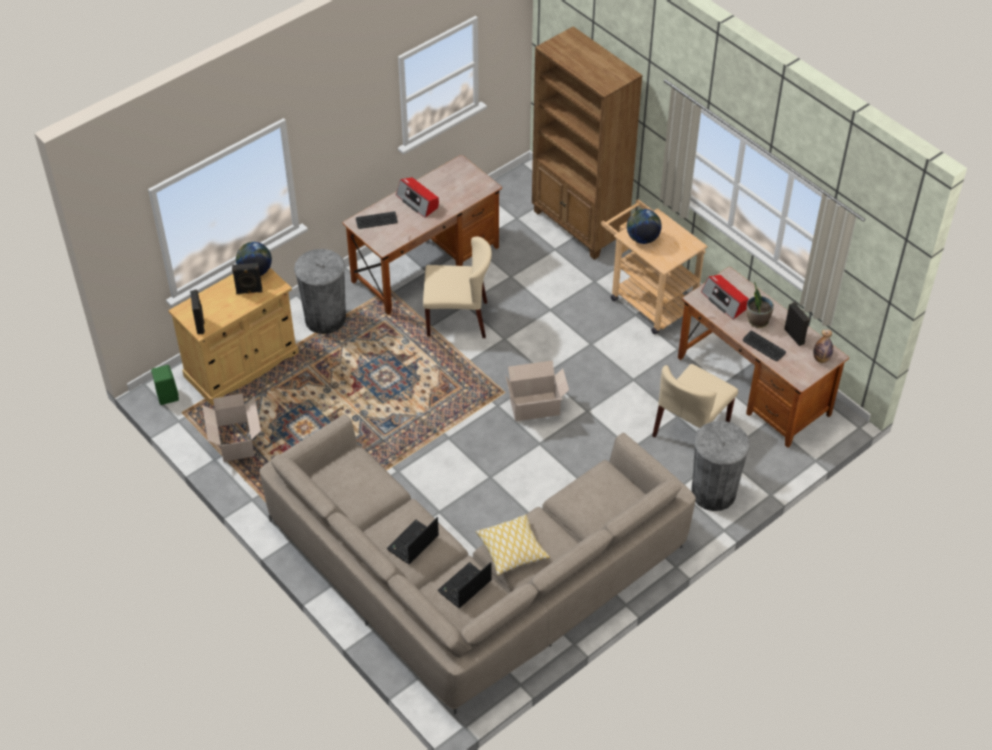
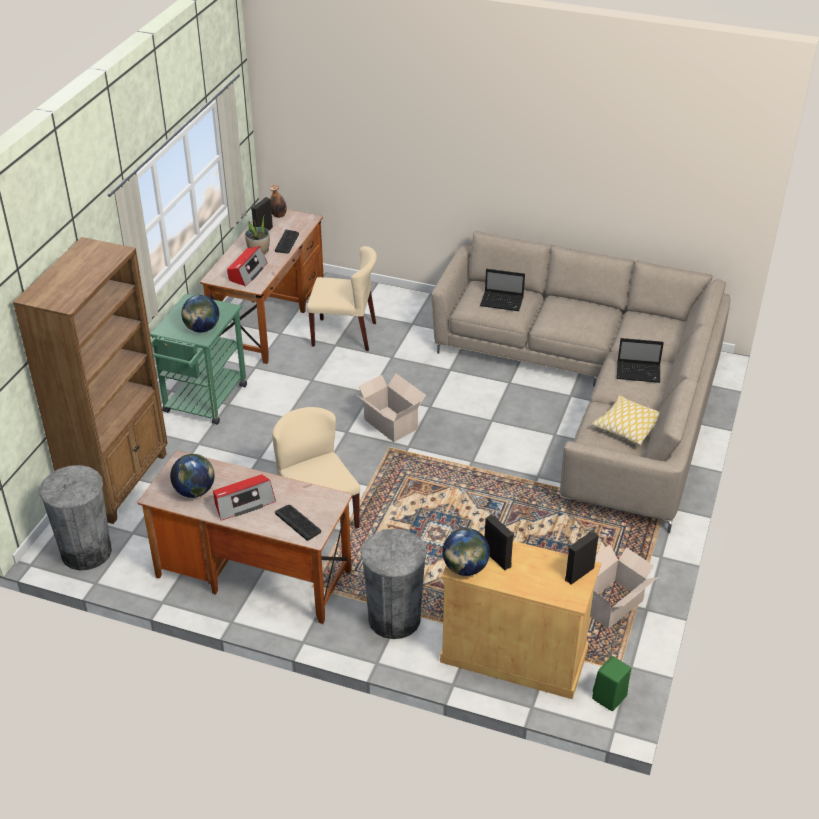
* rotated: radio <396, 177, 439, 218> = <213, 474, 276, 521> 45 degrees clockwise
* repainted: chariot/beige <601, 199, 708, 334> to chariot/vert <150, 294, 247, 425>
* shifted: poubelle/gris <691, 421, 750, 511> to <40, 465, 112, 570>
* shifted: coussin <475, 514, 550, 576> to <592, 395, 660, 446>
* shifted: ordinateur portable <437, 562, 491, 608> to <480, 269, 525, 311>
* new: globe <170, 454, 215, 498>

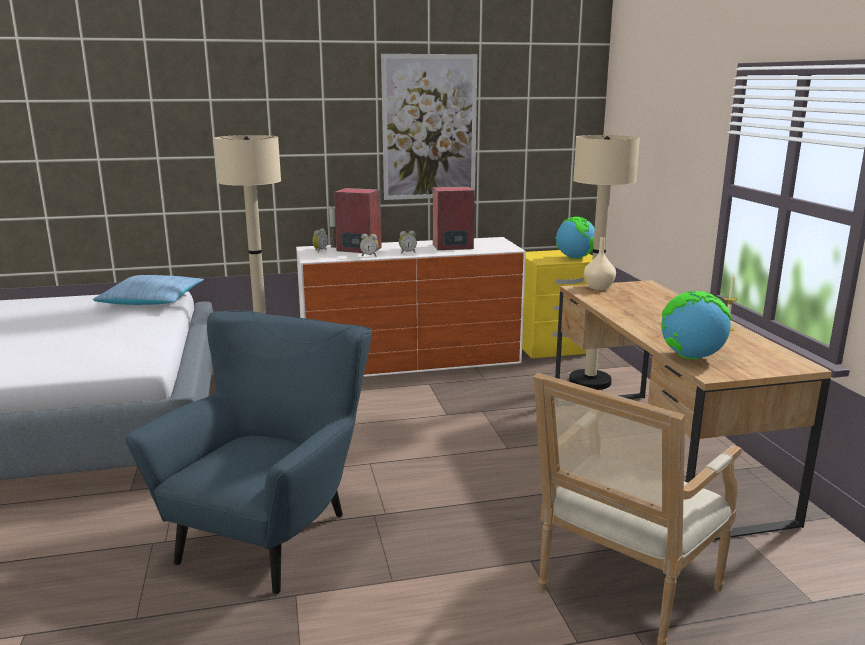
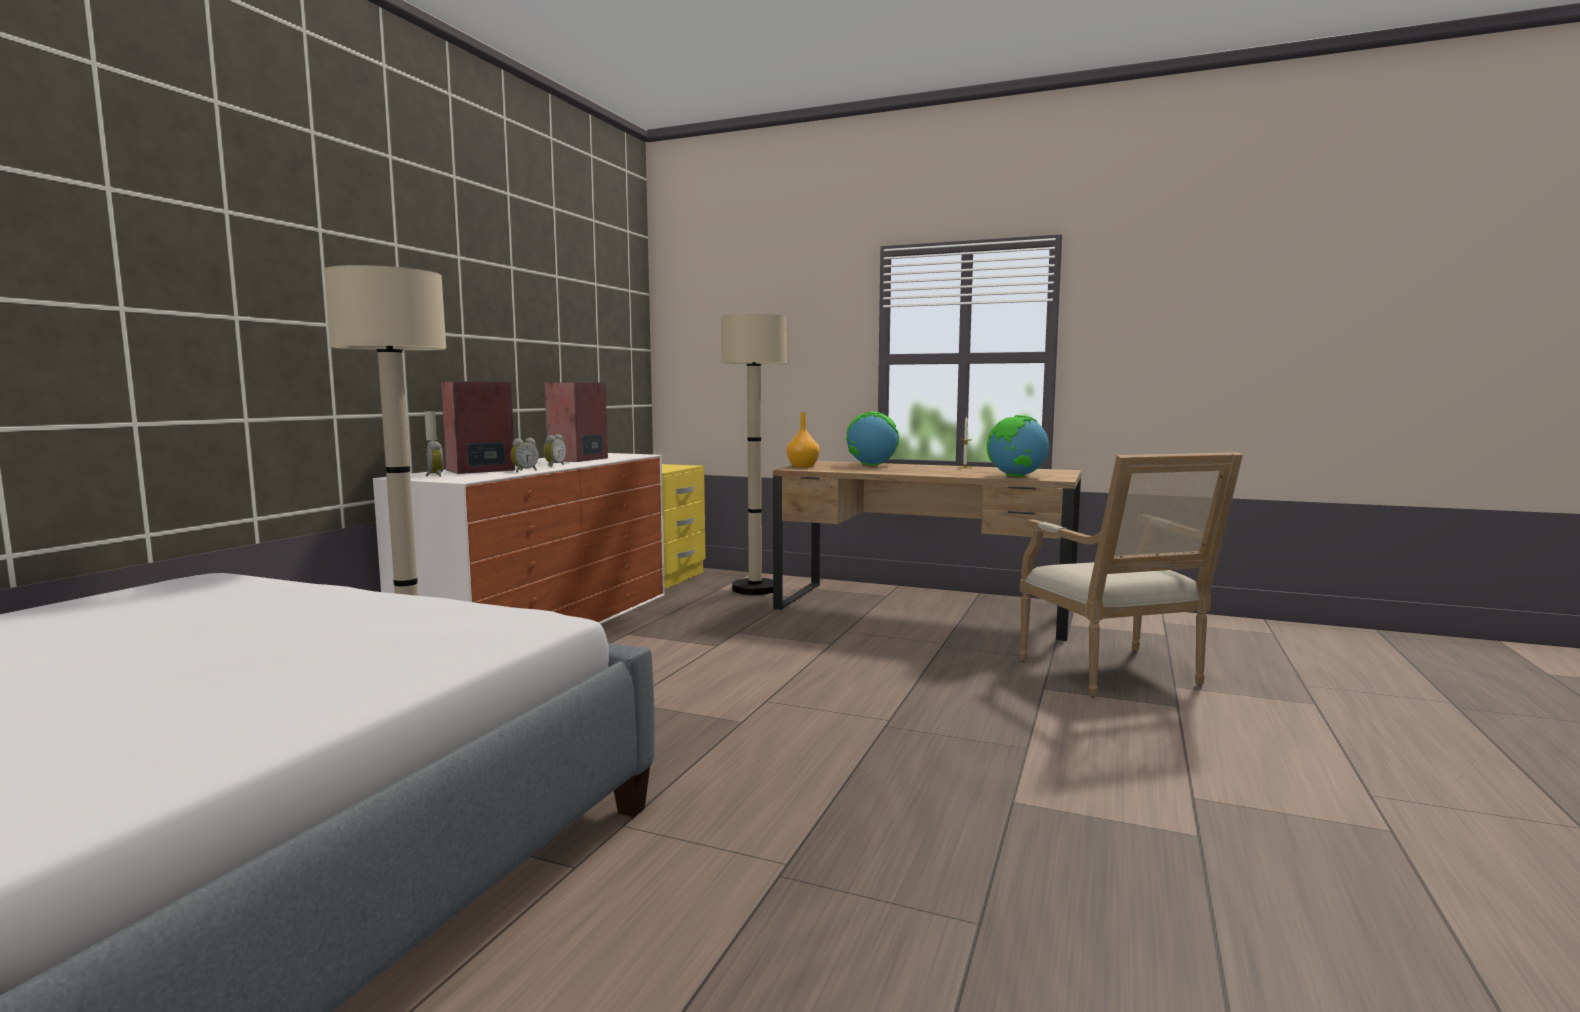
* gone: tableau <381, 54, 477, 200>
* shifted: globe <556, 217, 595, 259> to <846, 411, 899, 466>
* repainted: vase/beige <584, 237, 616, 290> to vase/orange <786, 412, 820, 468>
* gone: coussin <93, 275, 204, 305>
* gone: fauteuil/bleu <125, 310, 372, 595>

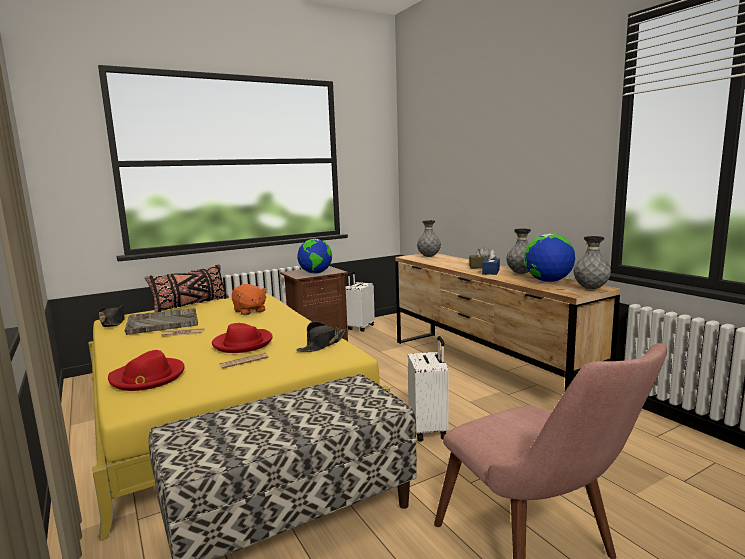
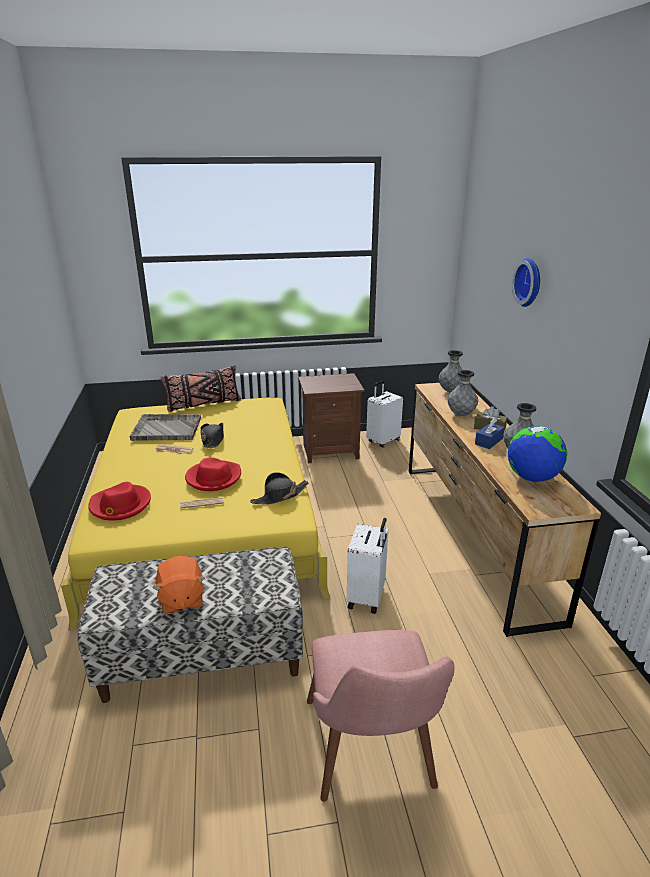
* shifted: vase/gris <573, 236, 611, 289> to <448, 370, 478, 416>
* gone: globe <297, 239, 332, 274>
* shifted: peluche/orange <232, 284, 267, 315> to <153, 556, 205, 614>
* shifted: chapeau/noir <99, 304, 125, 327> to <201, 423, 224, 448>
* new: horloge murale <512, 258, 540, 307>

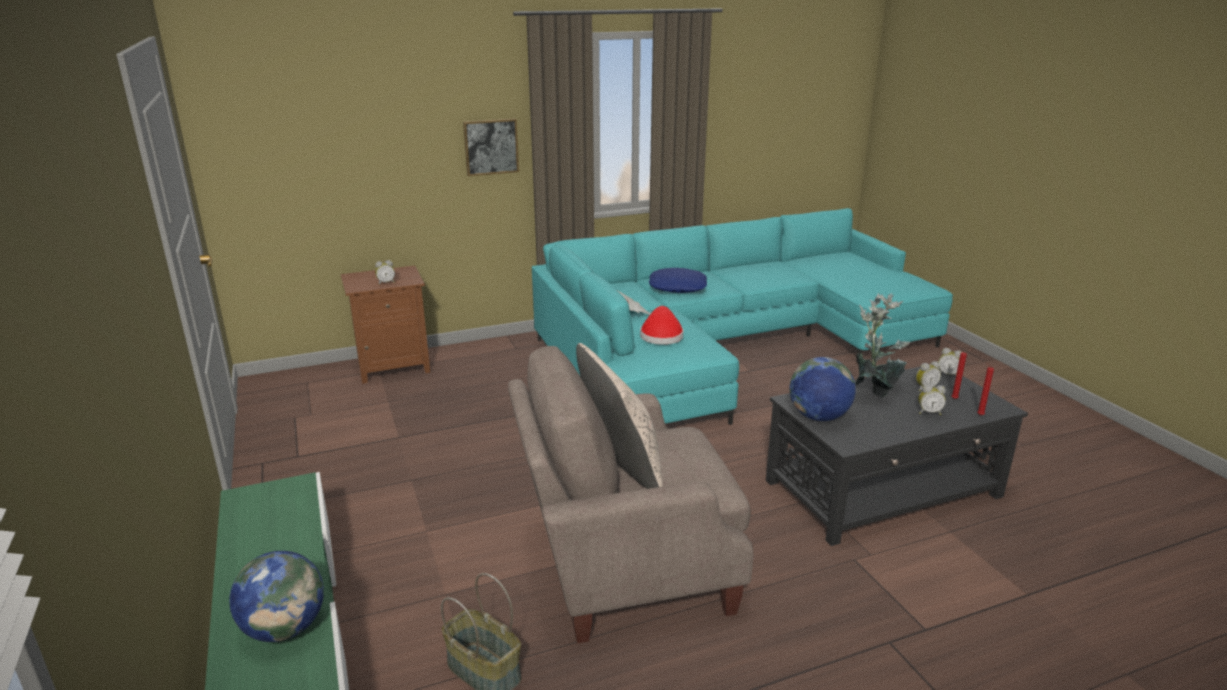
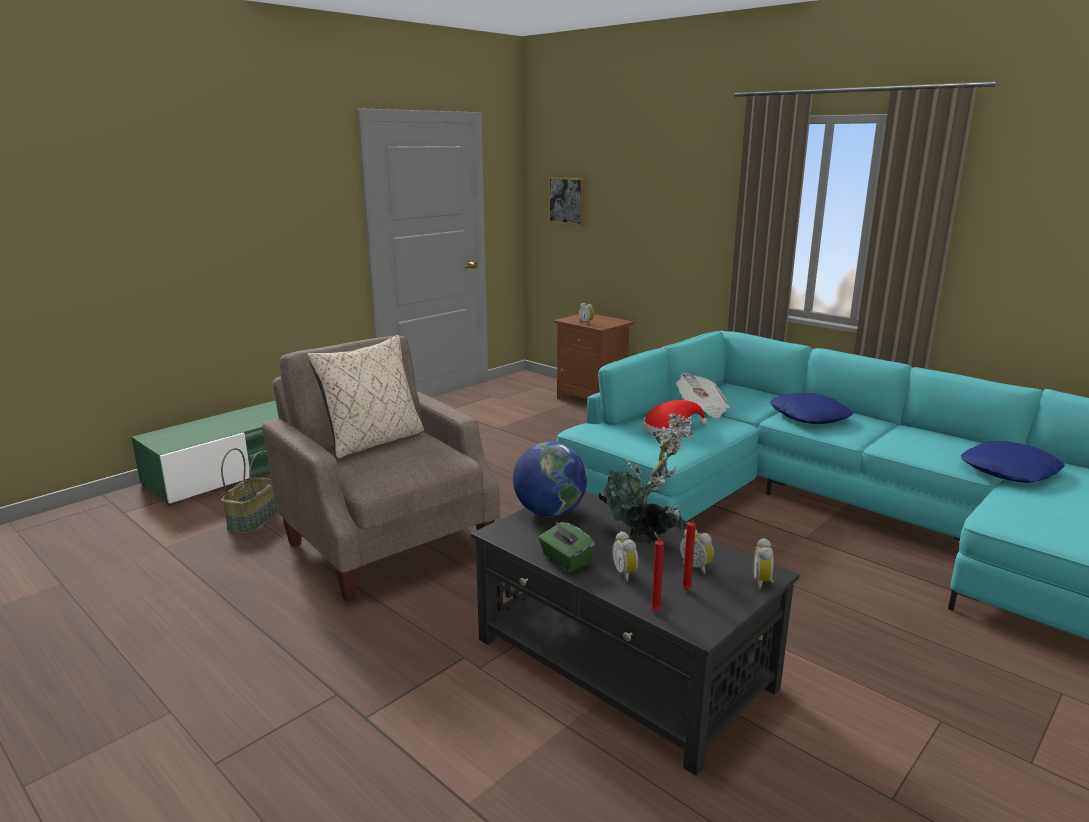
* shifted: tableau <463, 118, 519, 176> to <549, 177, 584, 226>
* gone: globe <229, 551, 324, 642>
* new: coussin/bleu <961, 441, 1065, 483>
* new: boîte à mouchoirs/vert <538, 521, 595, 572>

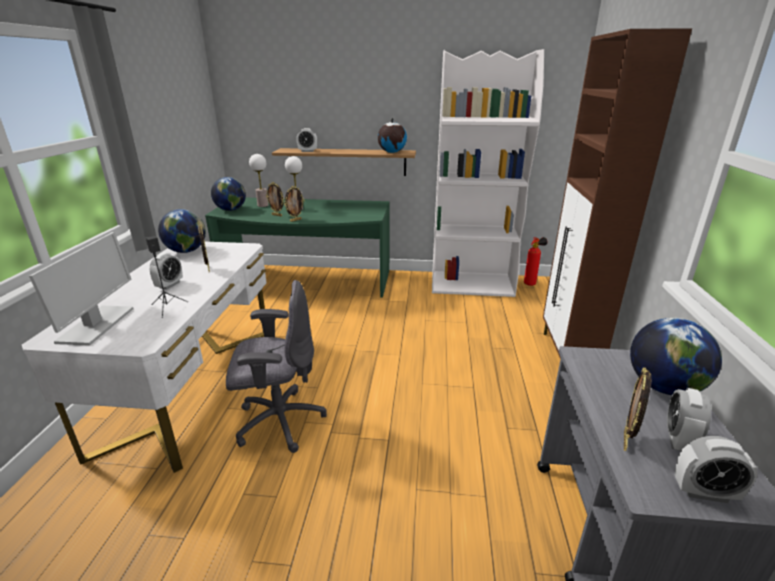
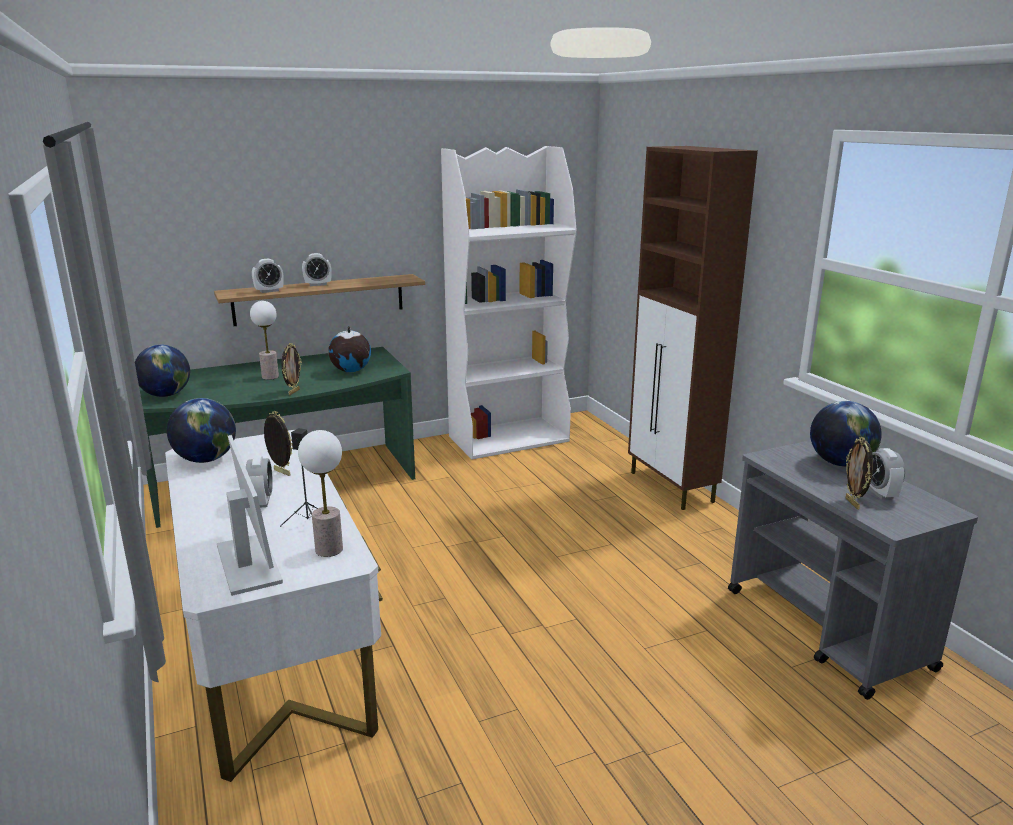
* shifted: globe <378, 118, 407, 153> to <328, 326, 371, 372>
* shifted: lampe de table <249, 154, 268, 207> to <298, 430, 343, 557>
* gone: cadre photo <266, 182, 284, 216>
* gone: extincteur <524, 237, 548, 286>
* gone: chaise de bureau/gris <226, 280, 327, 453>
* shifted: réveil <675, 436, 758, 503> to <302, 253, 332, 286>

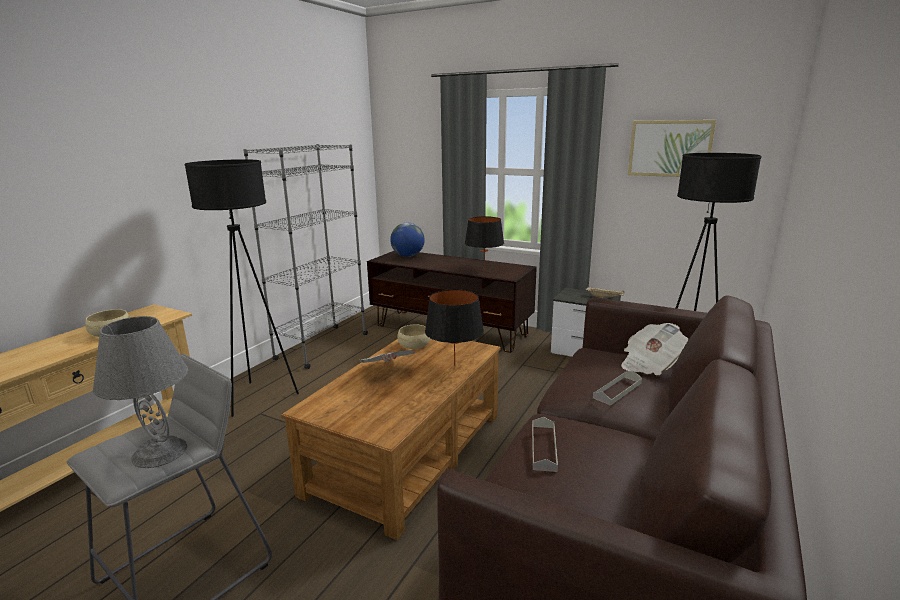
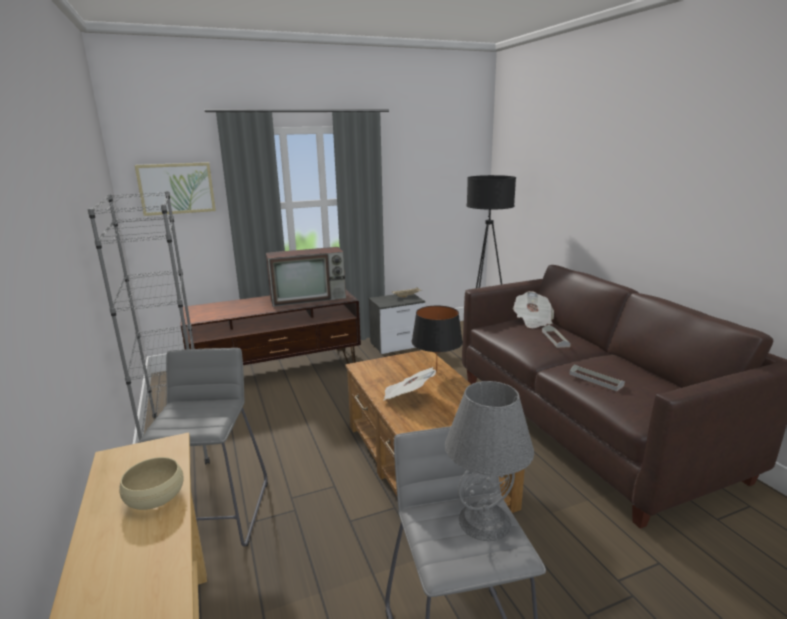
* shifted: tableau <628, 120, 716, 177> to <135, 162, 216, 216>
* swapped: lampadaire/noir <184, 159, 299, 417> to tabouret/gris <138, 348, 268, 547>
* swapped: lampe de table/noir <465, 216, 504, 268> to téléviseur <266, 247, 346, 307>
* gone: globe <390, 223, 425, 257>
* gone: bol/beige <397, 325, 431, 349>

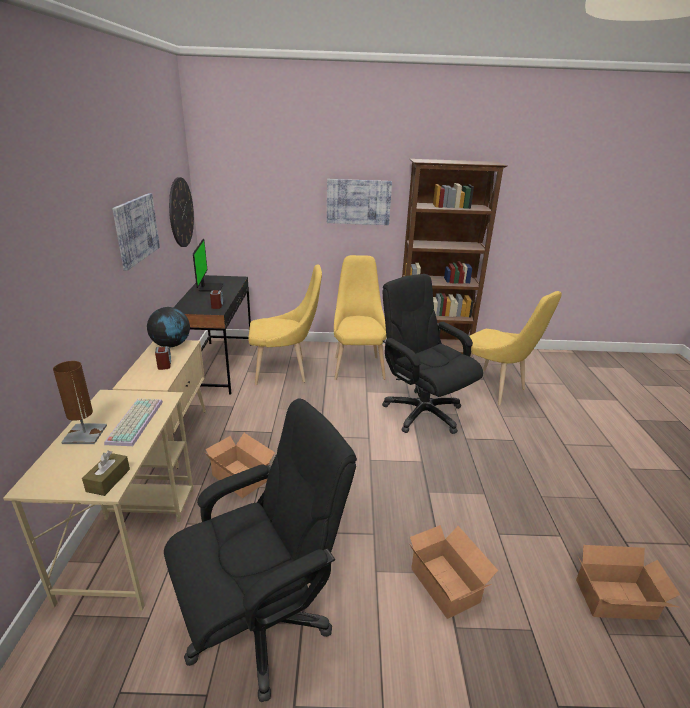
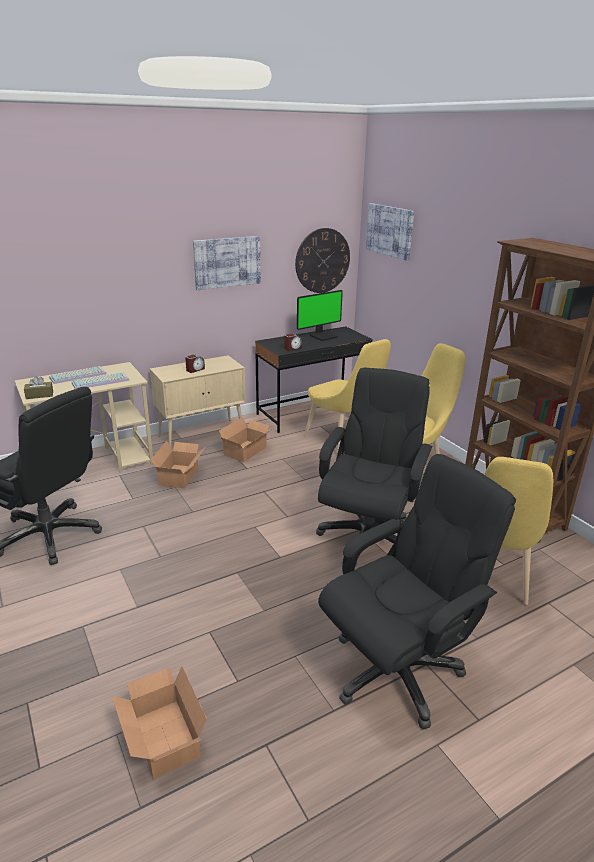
* shifted: tableau <327, 179, 392, 225> to <366, 203, 414, 261>
* gone: globe <147, 307, 190, 347>
* swapped: lampe de table/marron <53, 361, 107, 444> to clavier <49, 366, 107, 384>
* shifted: carton <409, 525, 498, 619> to <219, 417, 271, 462>
* new: chaise de bureau/noir <318, 454, 516, 729>

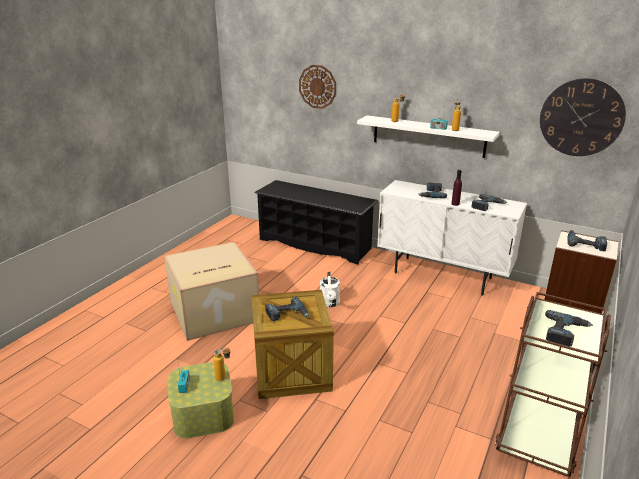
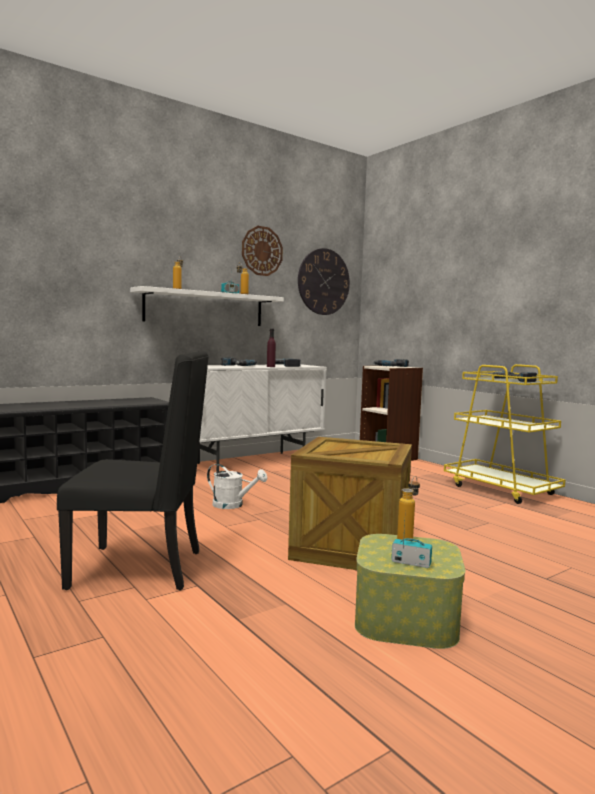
* shifted: horloge murale <299, 65, 336, 109> to <242, 226, 283, 276>
* swapped: carton <164, 242, 259, 341> to chaise/noir <57, 351, 209, 590>
* repainted: chariot/marron <495, 292, 611, 477> to chariot/jaune <444, 364, 565, 504>
* gone: perceuse <265, 297, 309, 321>

